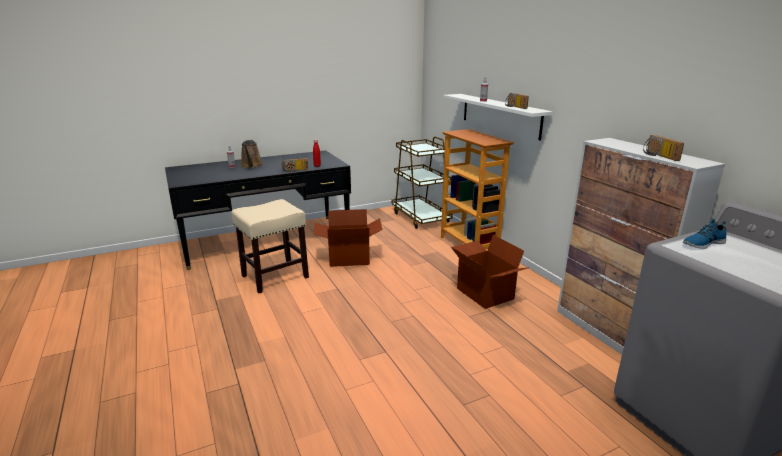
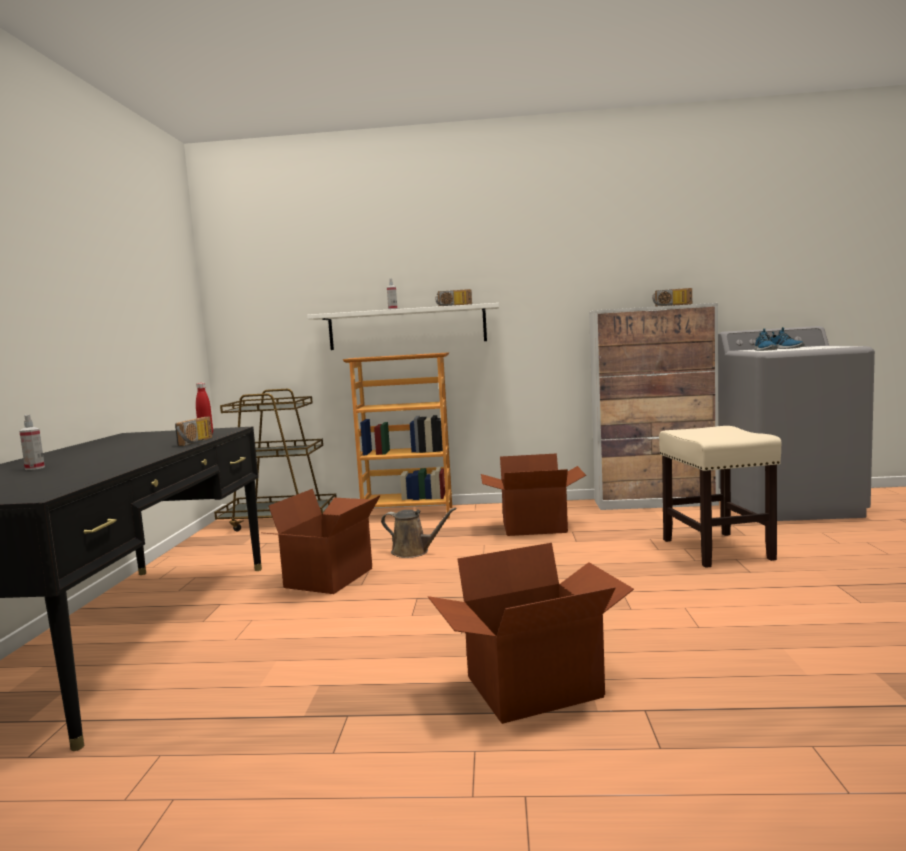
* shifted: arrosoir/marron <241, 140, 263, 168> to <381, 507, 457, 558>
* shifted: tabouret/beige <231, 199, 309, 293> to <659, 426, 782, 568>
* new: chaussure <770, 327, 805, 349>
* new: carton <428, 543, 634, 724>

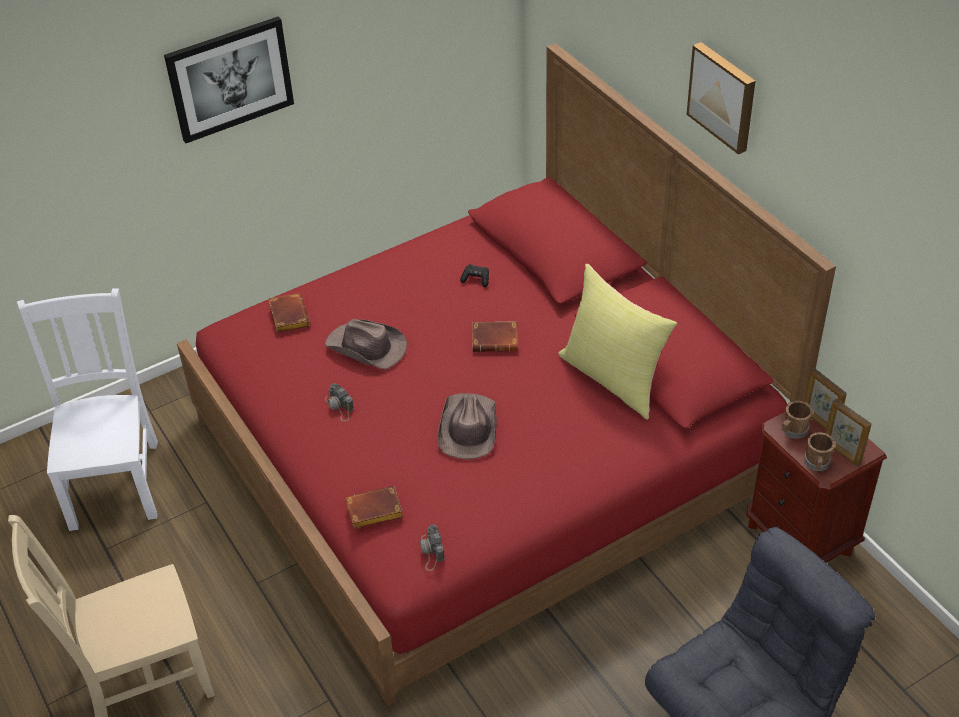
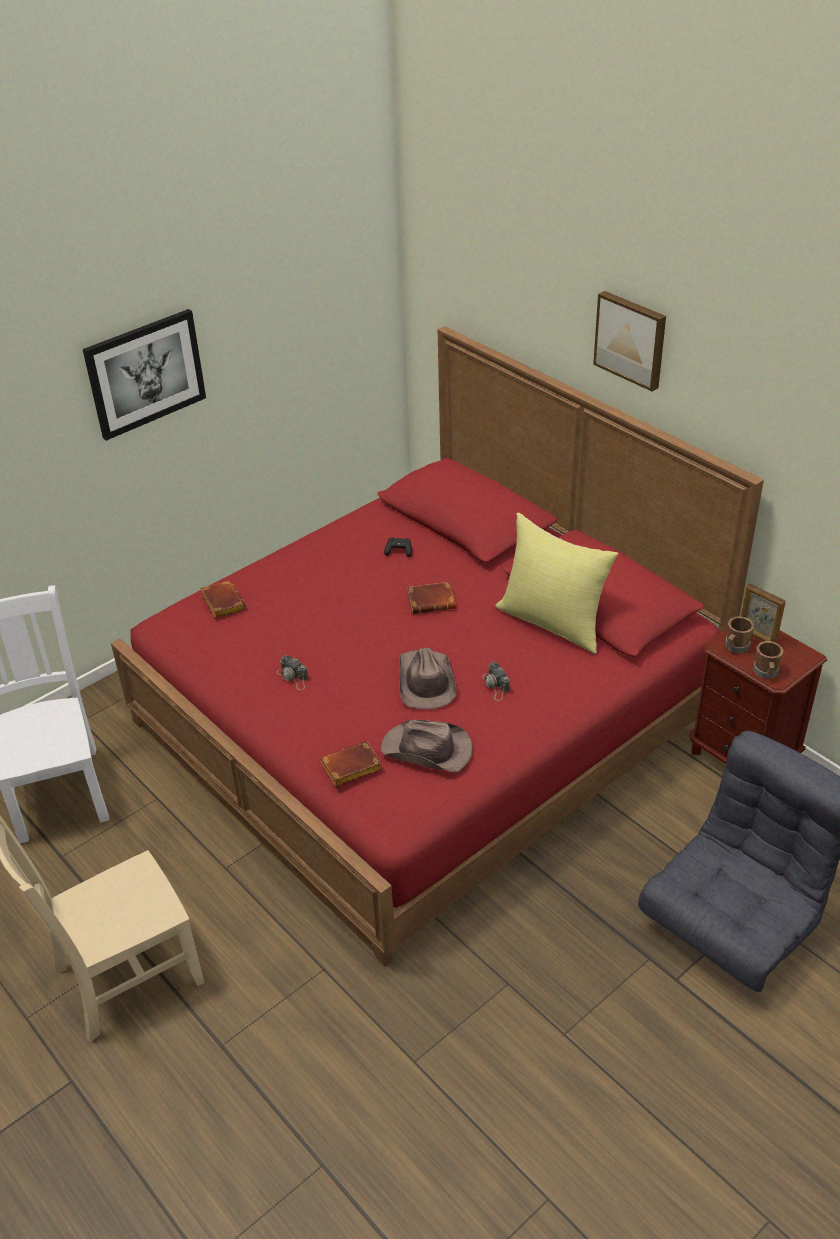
* shifted: chapeau/marron <325, 319, 407, 369> to <381, 720, 473, 772>
* gone: cadre photo <825, 399, 872, 466>
* shifted: appareil photo <420, 524, 445, 571> to <483, 662, 510, 701>

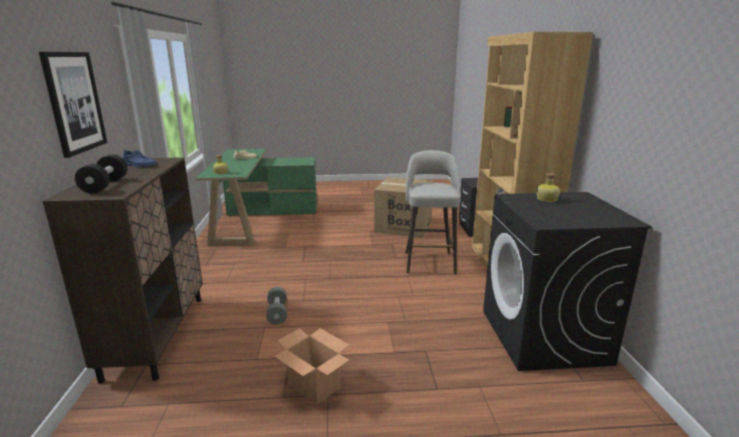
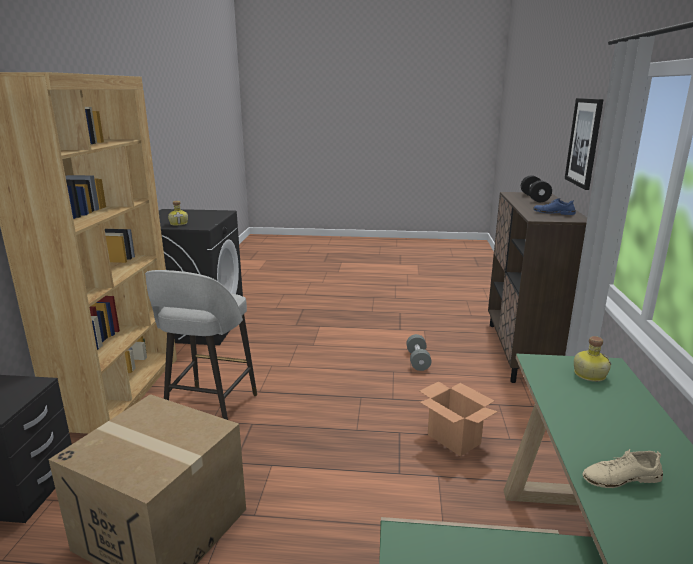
* shifted: carton <274, 328, 350, 405> to <420, 382, 498, 457>

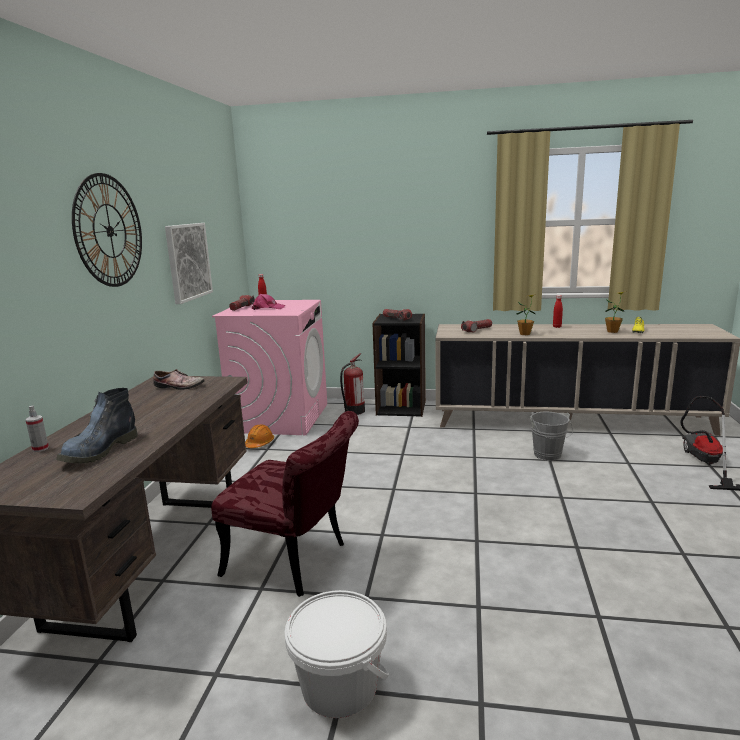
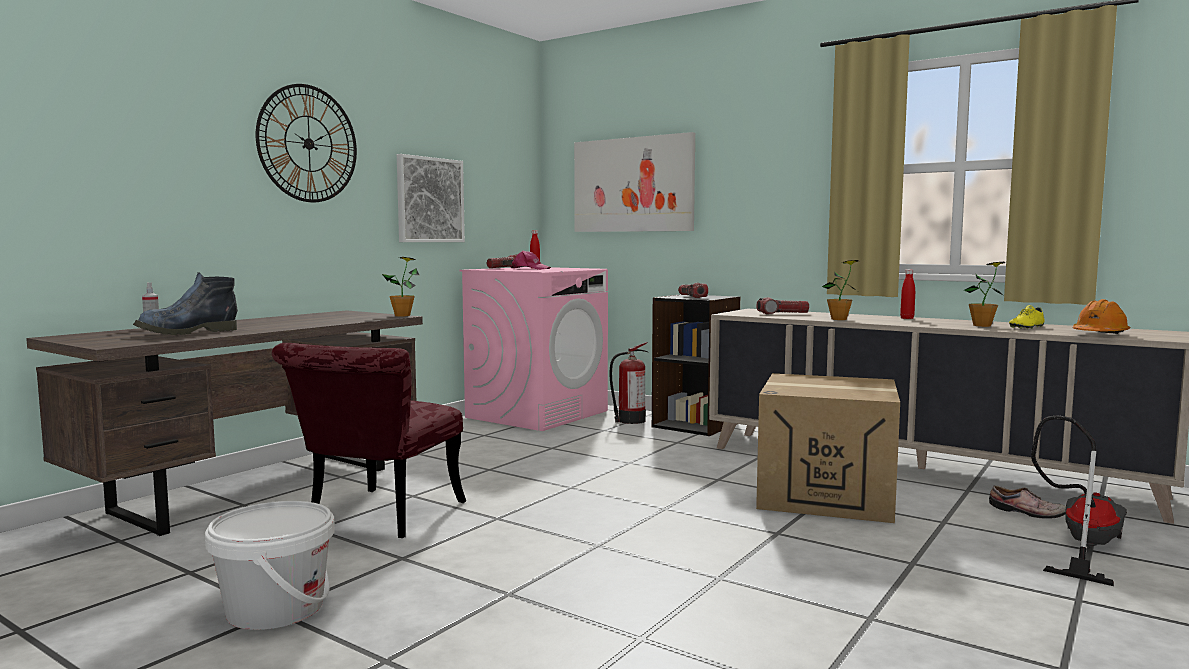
* shifted: chaussure <153, 369, 205, 390> to <989, 485, 1066, 519>
* rotated: chaise/rouge <211, 411, 359, 597> = <272, 343, 466, 538> 60 degrees clockwise
* swapped: seau/gris <530, 412, 573, 461> to carton <756, 373, 900, 523>
* shifted: casque de chantier/orange <245, 424, 274, 448> to <1072, 299, 1130, 334>
* new: tableau <574, 132, 695, 232>
* new: plante en pot <382, 257, 419, 316>

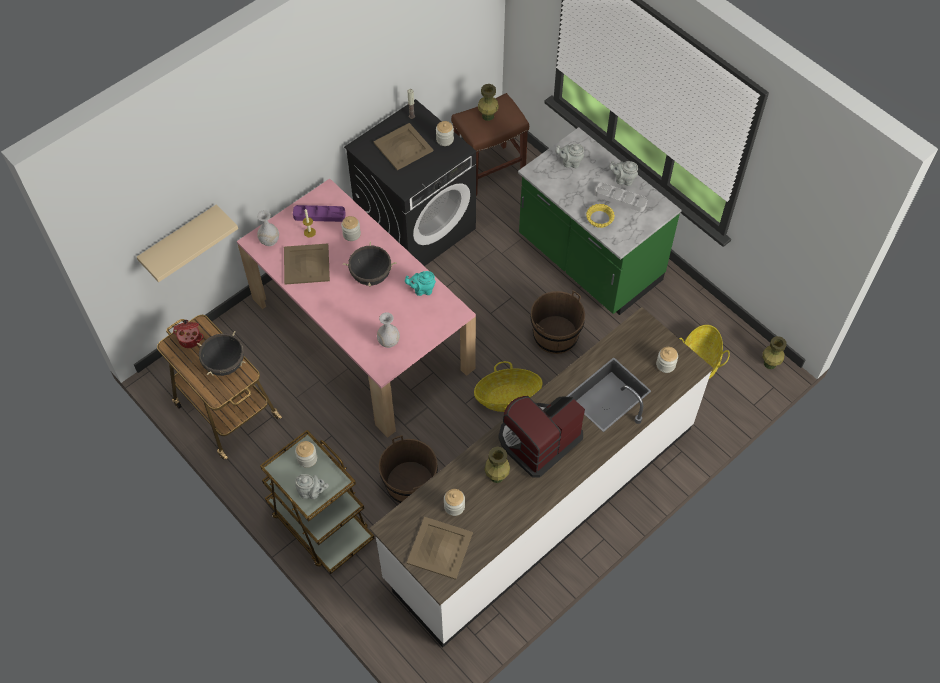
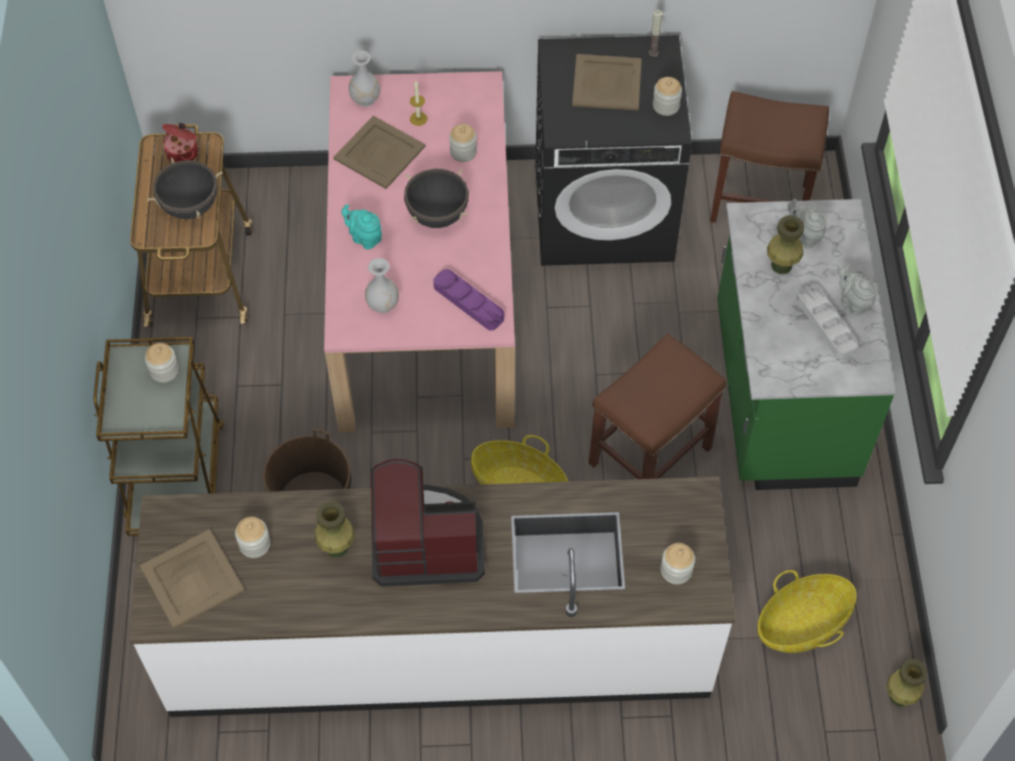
* shifted: vase/vert <478, 84, 499, 121> to <767, 216, 804, 274>
* gone: bol/jaune <586, 204, 615, 228>
* gone: étagère/beige <137, 205, 238, 282>
* shifted: plateau/violet <293, 205, 346, 222> to <433, 269, 504, 330>
* shifted: théière/turquoise <405, 271, 436, 296> to <342, 204, 382, 250>
* swapped: seau/marron <531, 290, 585, 354> to tabouret/marron <589, 333, 726, 479>
* gone: théière/gris <295, 474, 329, 499>

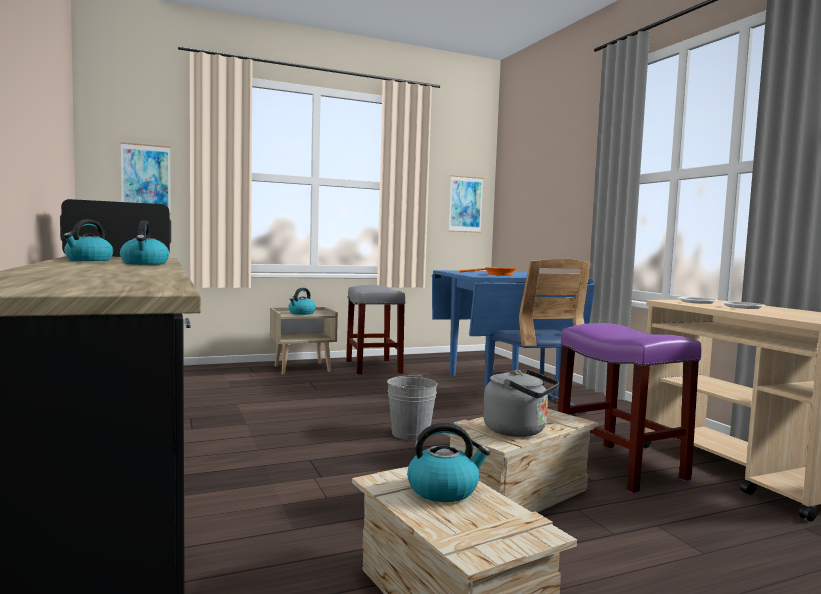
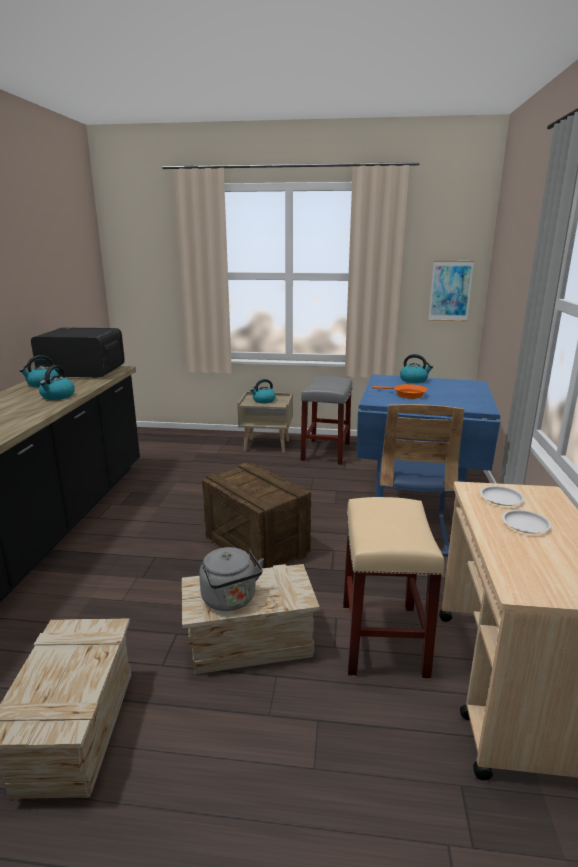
* gone: tableau <121, 142, 171, 215>
* repainted: tabouret/violet <558, 323, 702, 494> to tabouret/beige <343, 497, 444, 679>
* swapped: seau/gris <387, 374, 437, 440> to caisse <202, 463, 311, 568>
* shifted: bouilloire <407, 423, 490, 502> to <400, 354, 433, 383>

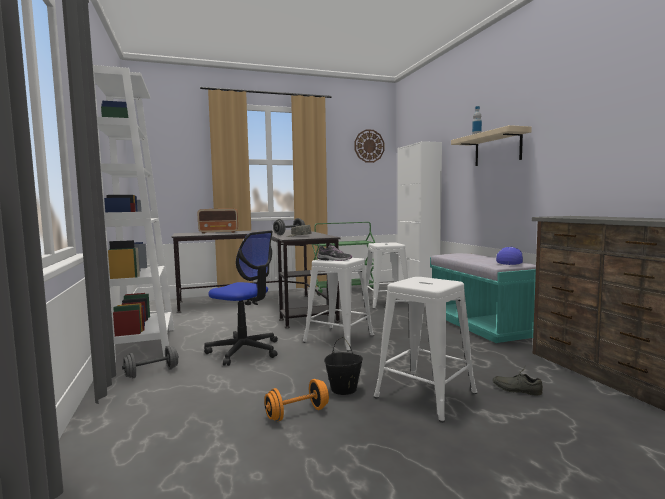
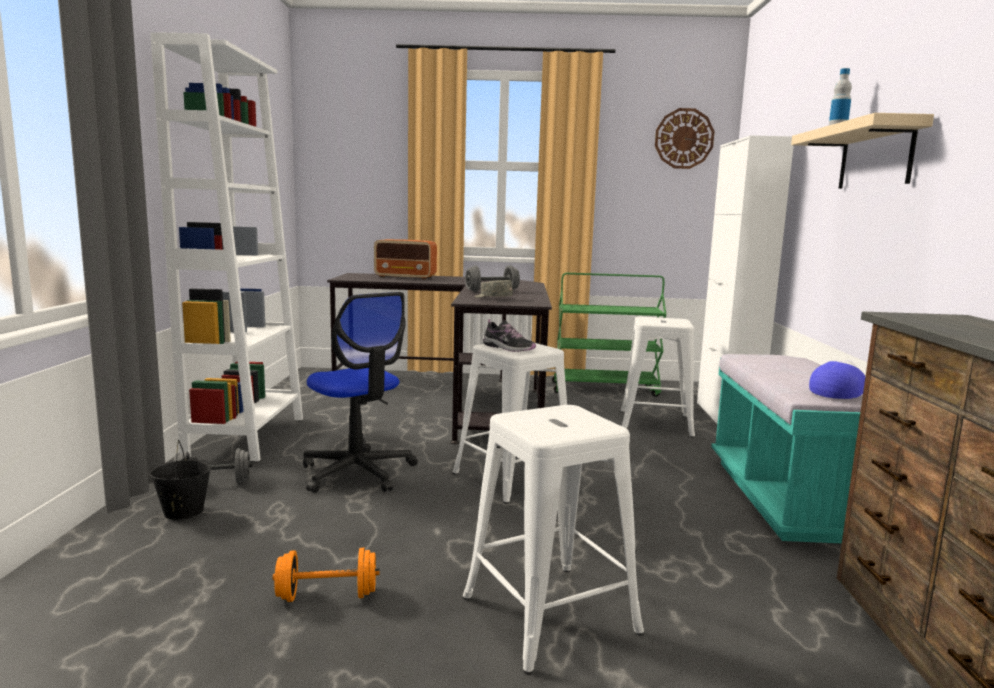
* shifted: seau/noir <324, 337, 363, 395> to <149, 440, 211, 520>
* gone: chaussure/gris <493, 365, 543, 395>

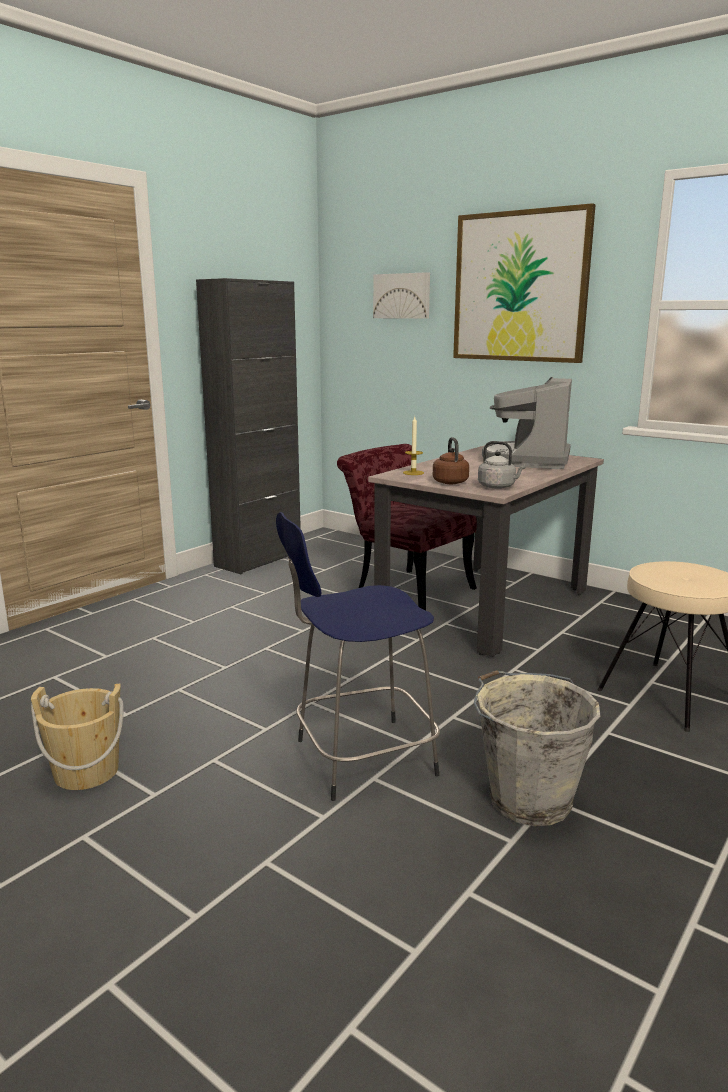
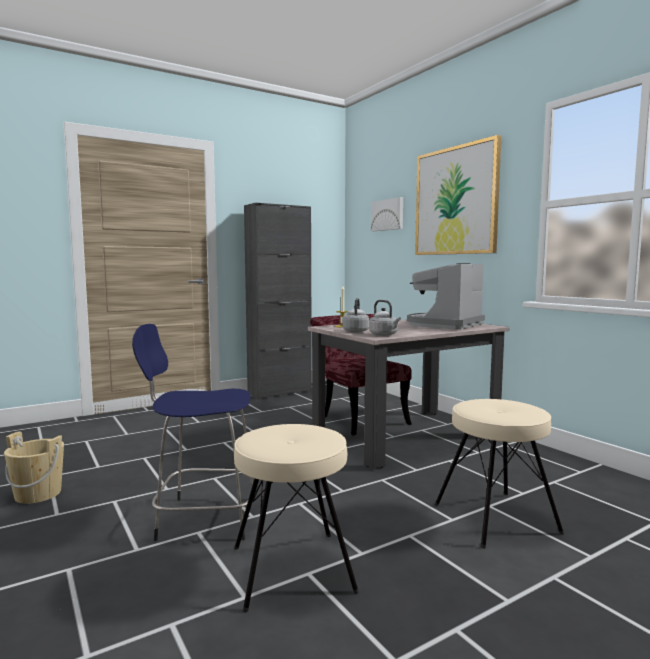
* repainted: bouilloire/marron <433, 437, 469, 484> to bouilloire/gris <342, 298, 369, 332>
* swapped: seau/gris <474, 670, 600, 826> to tabouret/beige <234, 424, 359, 613>

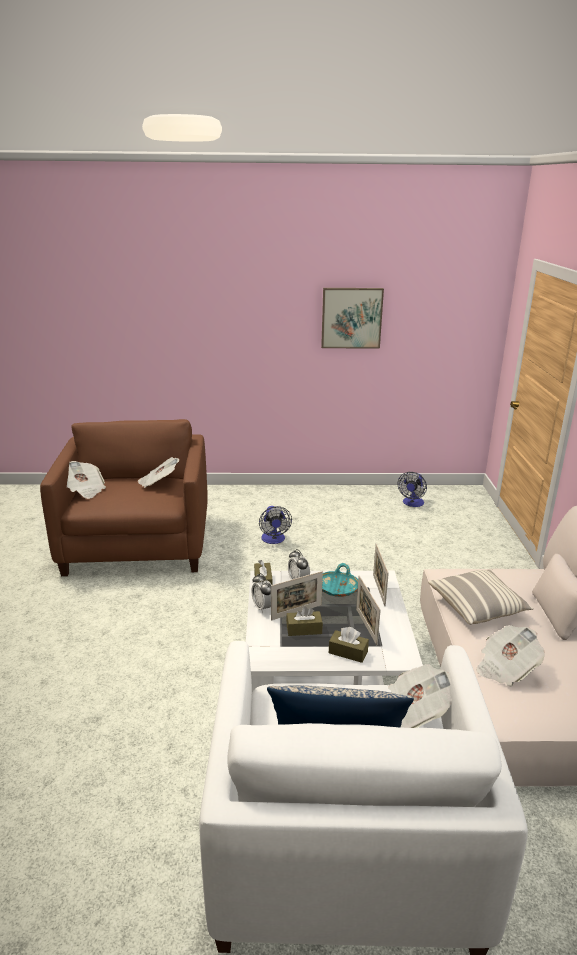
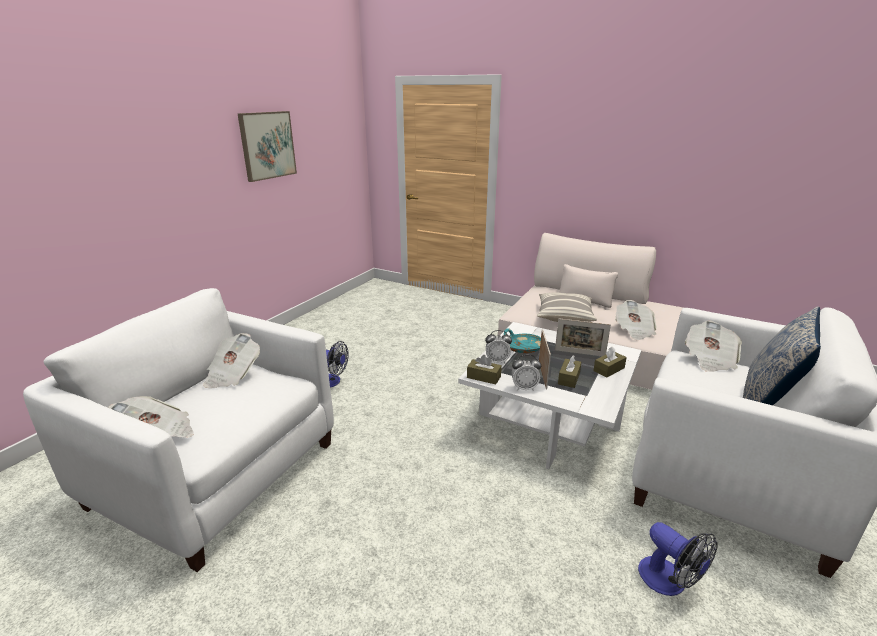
* repainted: fauteuil/marron <40, 419, 208, 576> to fauteuil/blanc <23, 288, 334, 572>
* shifted: ventilateur <397, 472, 427, 507> to <638, 522, 718, 596>
* gone: cadre photo <373, 543, 389, 607>

